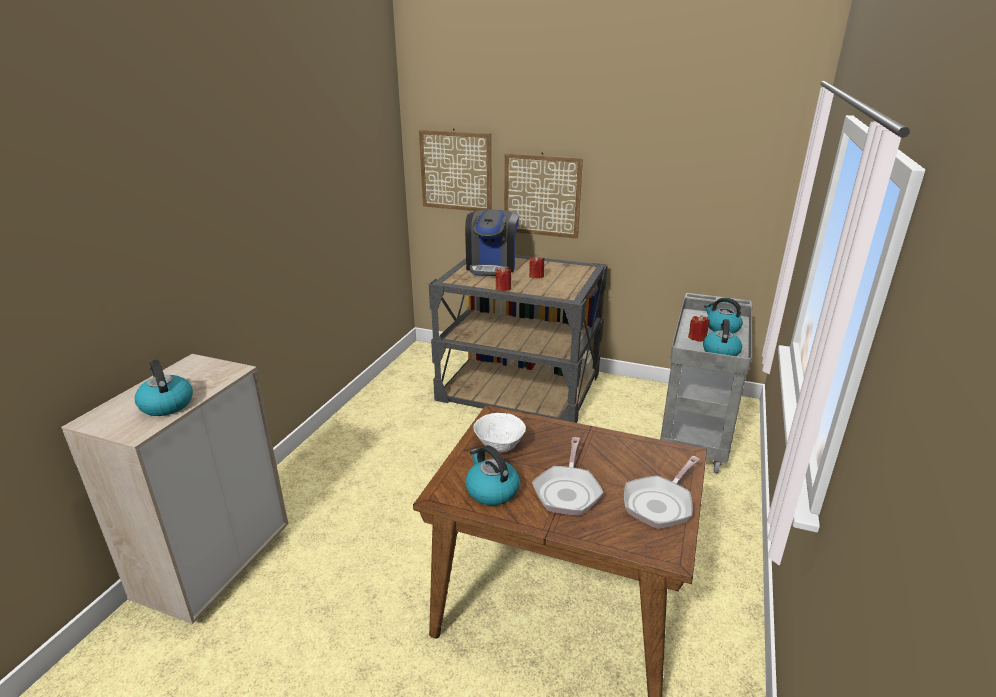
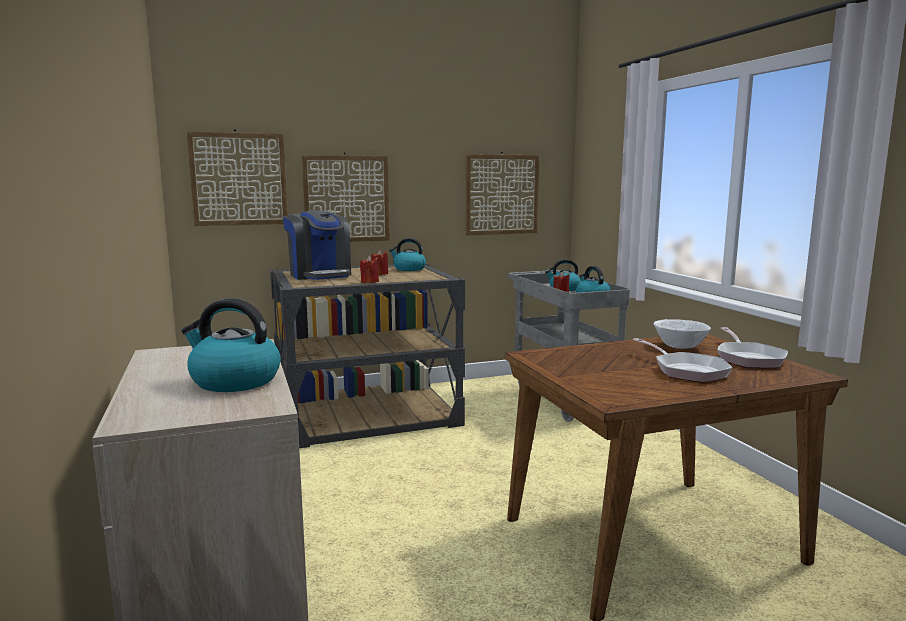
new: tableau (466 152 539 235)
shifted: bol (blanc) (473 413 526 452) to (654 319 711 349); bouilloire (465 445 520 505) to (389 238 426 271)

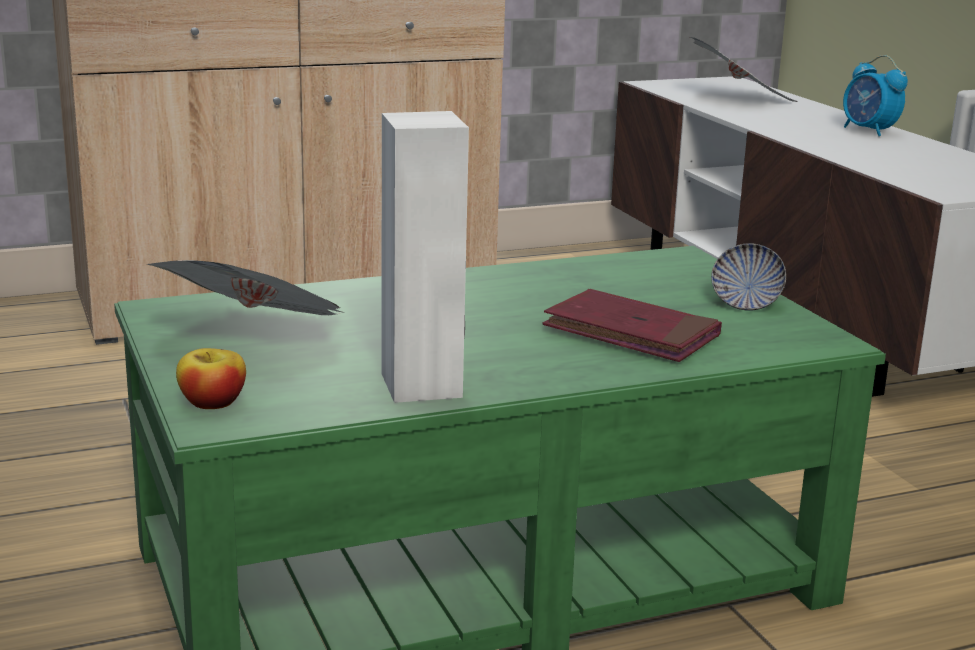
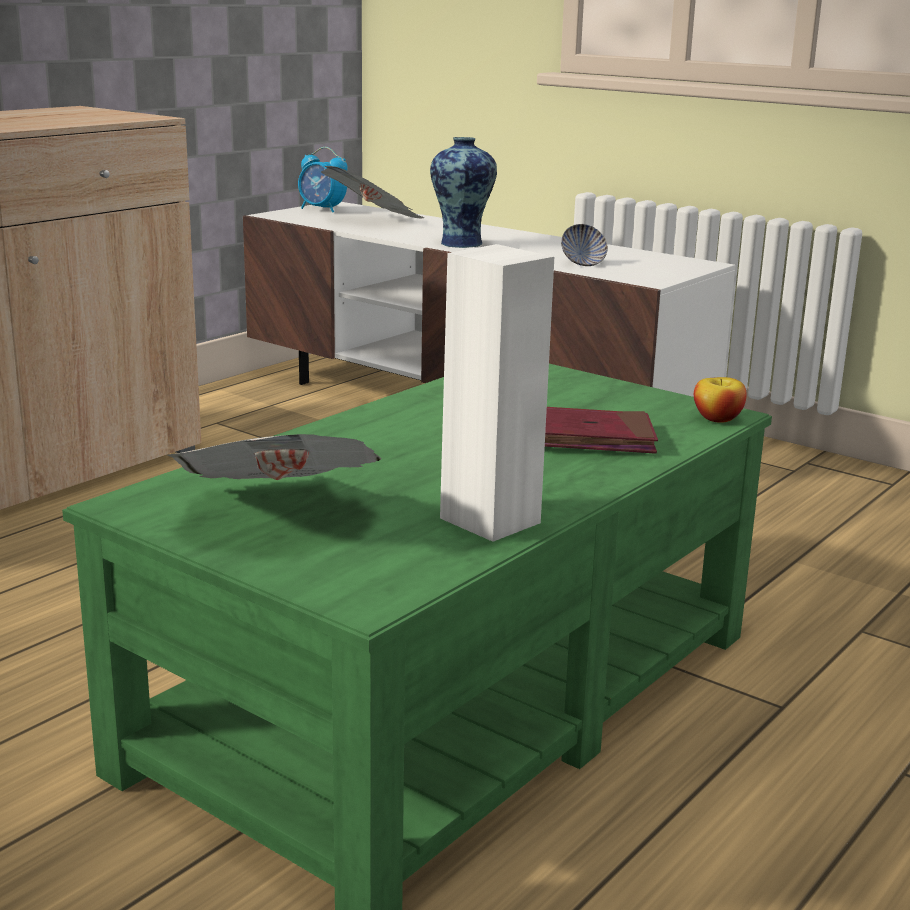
new: vase (430 137 497 248)
shifted: réveil (843 55 908 136) to (298 147 348 212); bol (711 243 786 310) to (561 224 608 266); pomme (176 348 246 409) to (694 377 747 423)

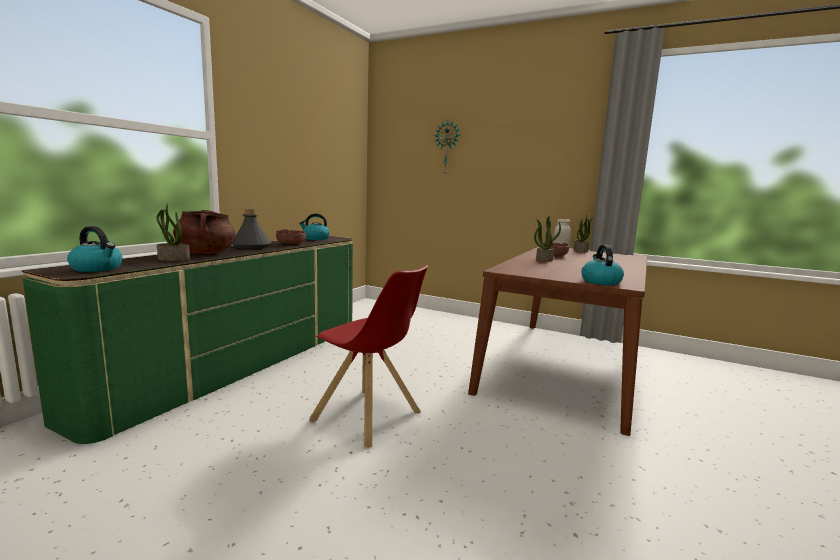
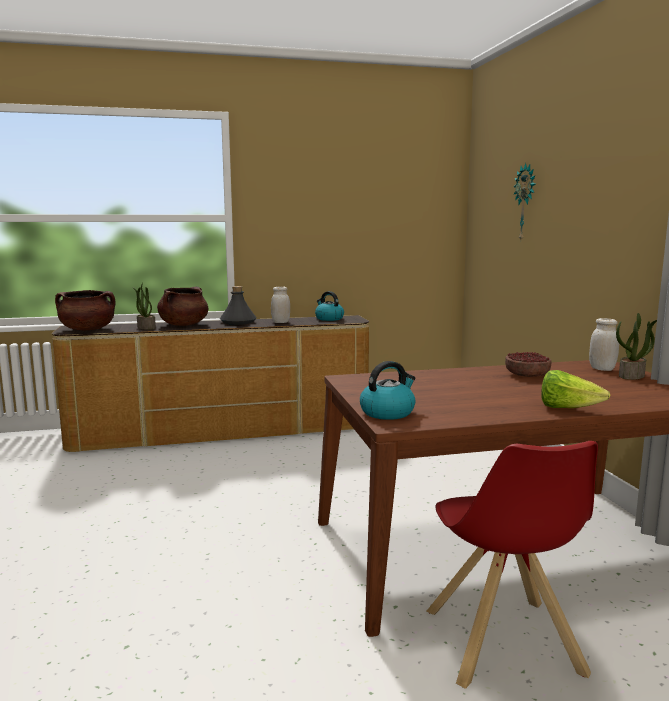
gone: plante en pot (534 216 561 262)
new: laitue (541 370 610 408)
shifted: chaise (rouge) (309 265 428 447) to (426 441 598 689)
swapped: bouilloire (67 226 123 272) to marmite (marron) (55 290 116 330); bol (276 229 306 244) to bocal (blanc) (271 287 290 323)
repainted: meuble de rangement (vert) (22 236 353 444) to meuble de rangement (marron) (52 315 369 452)

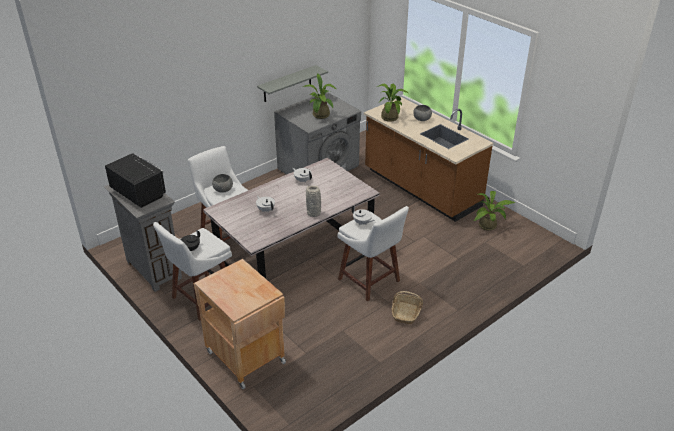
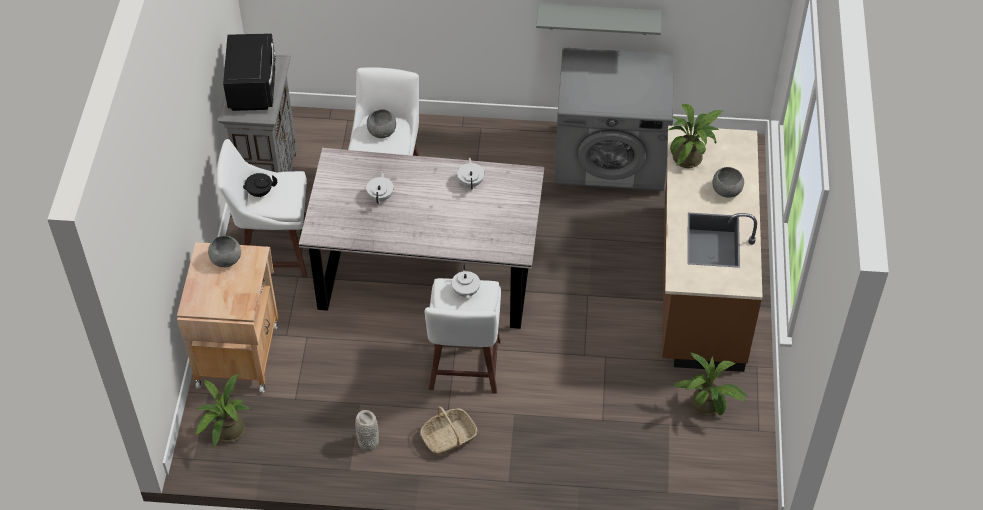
new: bol (gris) (208 236 241 267)
shifted: plante en pot (302 74 337 119) to (195 373 250 447); vase (gris) (306 186 321 217) to (355 410 379 451)

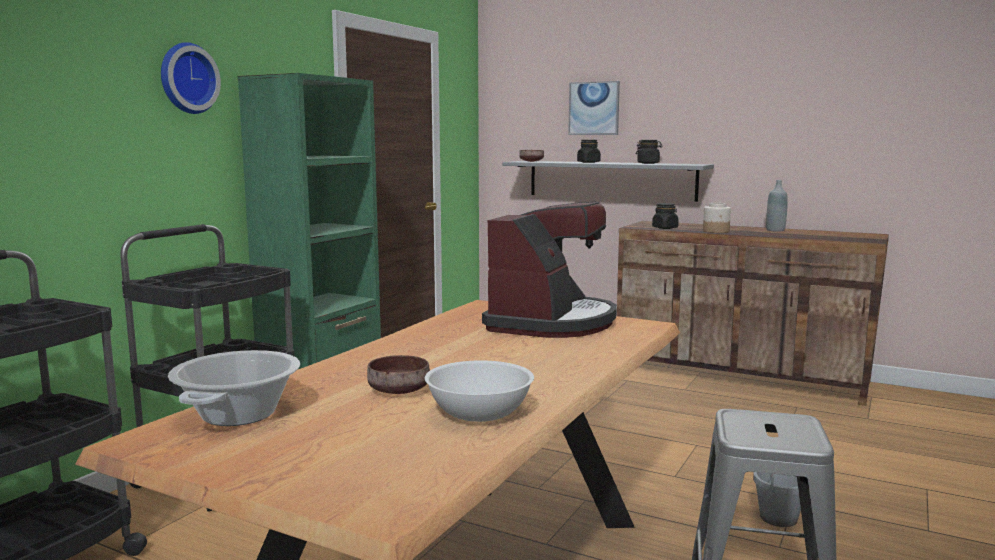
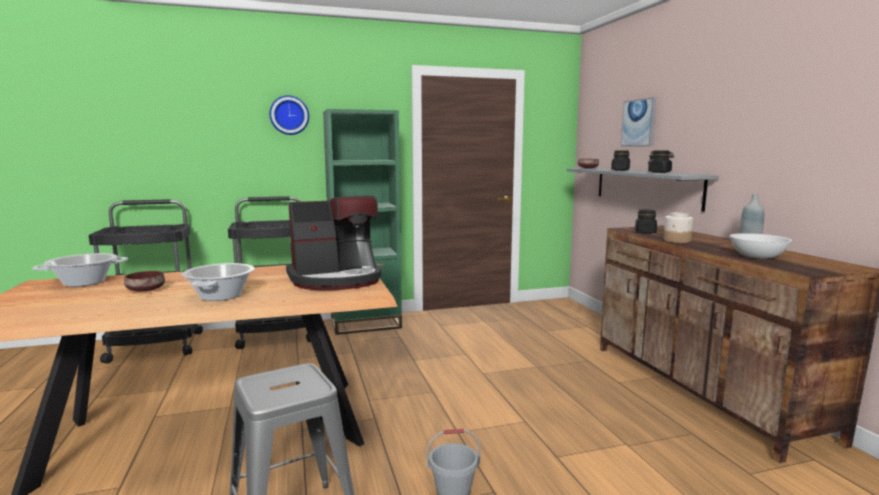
new: marmite (181 263 255 301)
shifted: bol (blanc) (425 360 534 422) to (729 233 792 259)

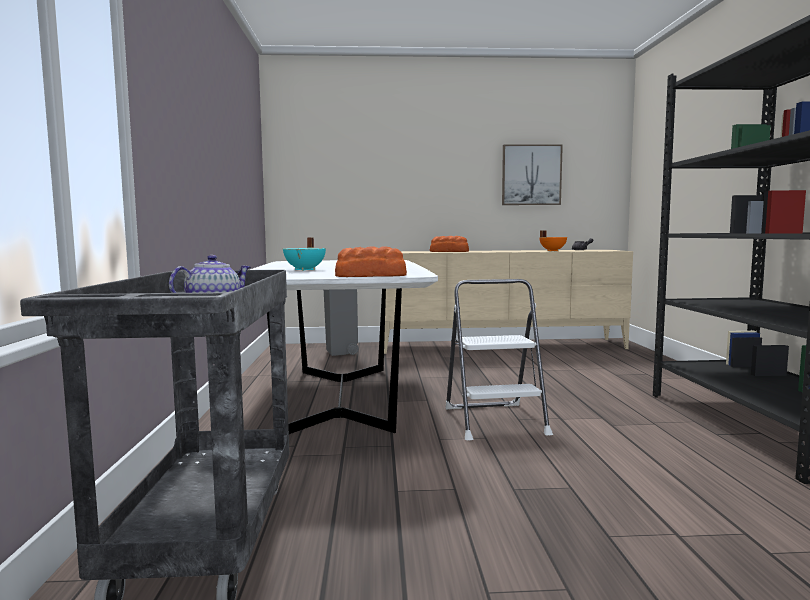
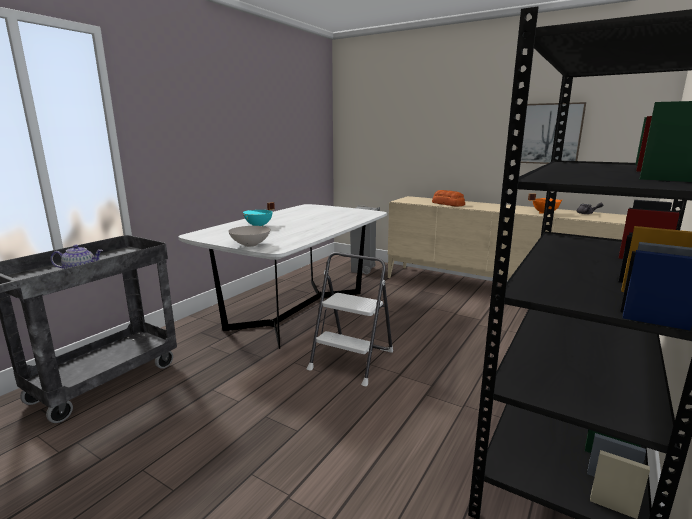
swapped: pain (335 246 407 277) to bol (blanc) (228 226 271 247)

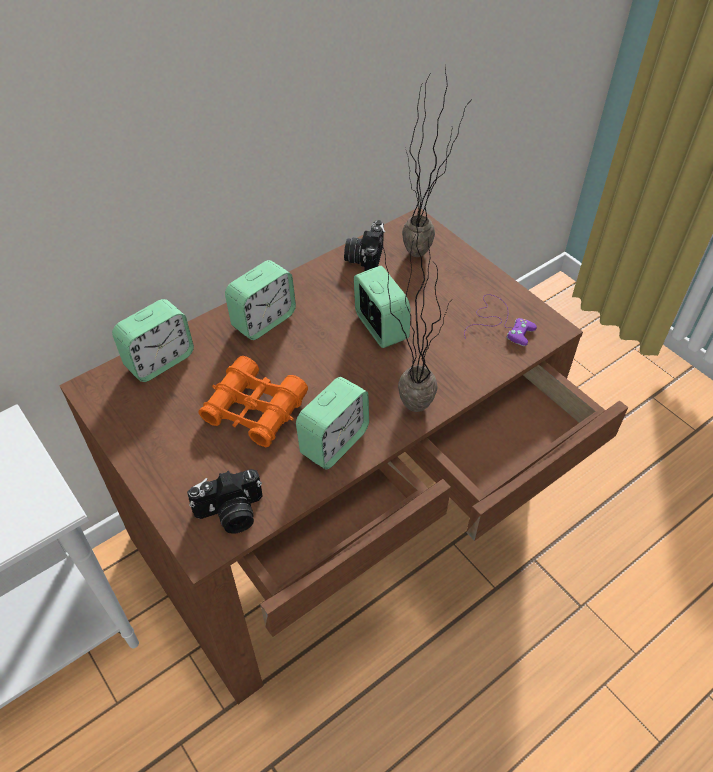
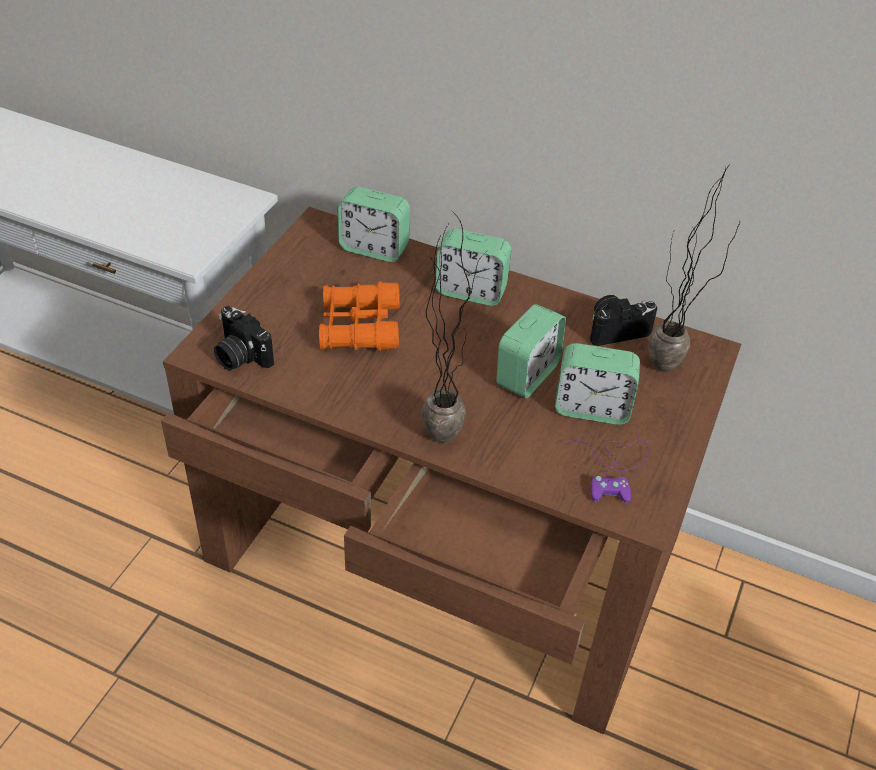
shifted: réveil (296 377 369 470) to (555 343 640 425)

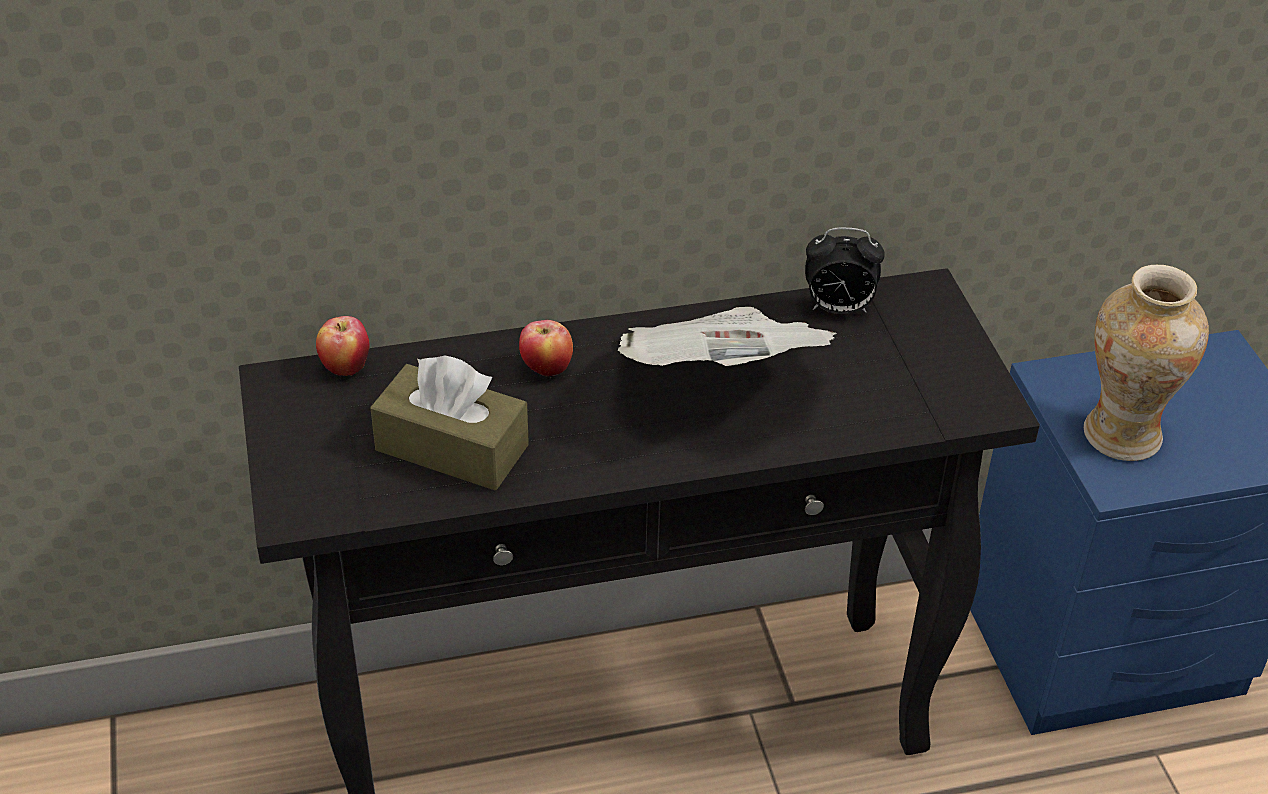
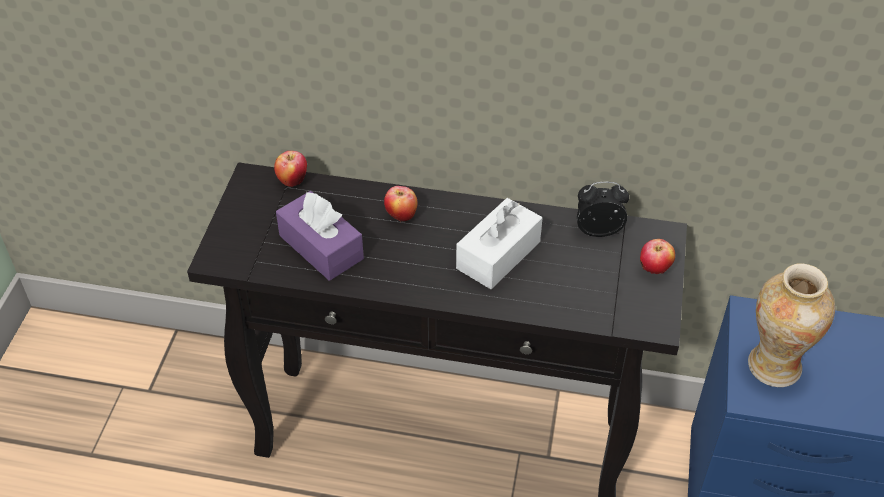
new: pomme (640 239 675 274)
swapped: journal (618 307 836 366) to boîte à mouchoirs (blanc) (456 198 542 289)
repainted: boîte à mouchoirs (marron) (370 355 529 490) to boîte à mouchoirs (violet) (276 191 364 281)
rotated: réveil (805 228 885 314) = (577 182 629 237) 150 degrees clockwise

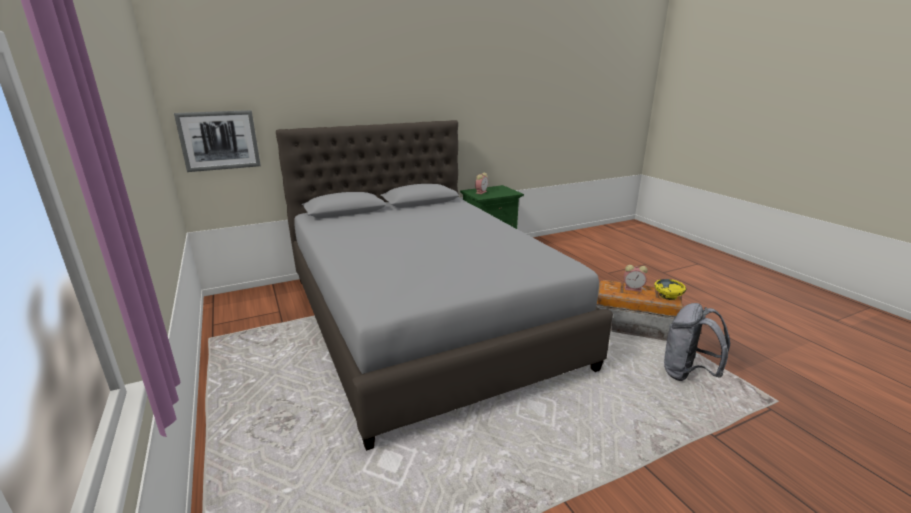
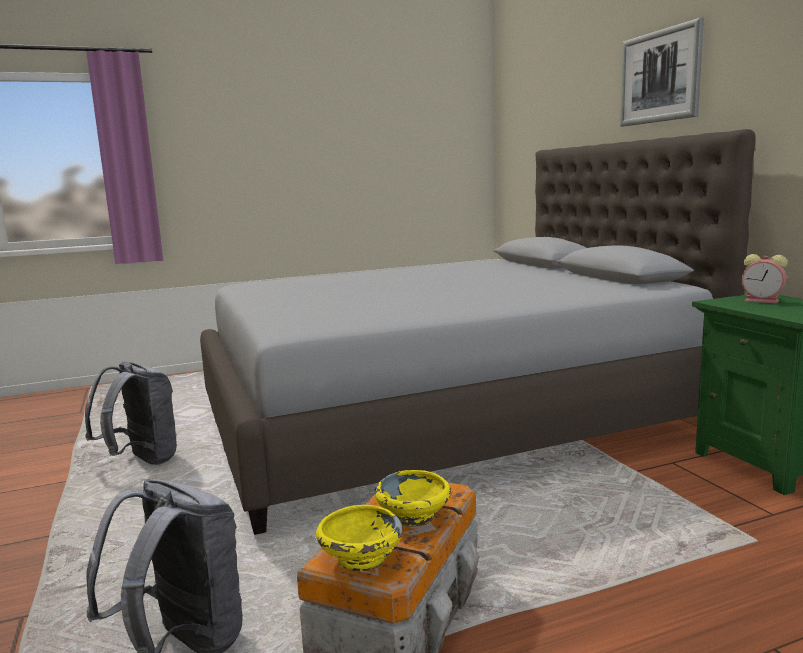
new: sac à dos (gris) (85 361 177 465)
shifted: tableau (174 110 261 172) to (620 18 704 127)
swapped: réveil (624 265 648 292) to bol (jaune) (375 470 451 527)

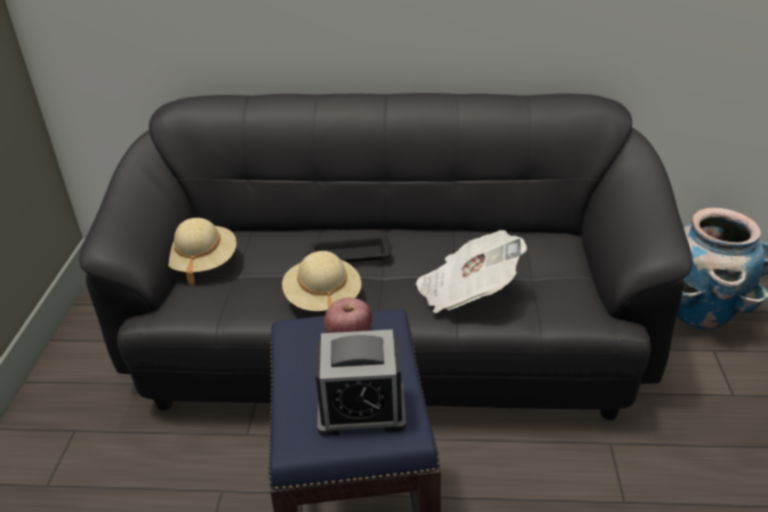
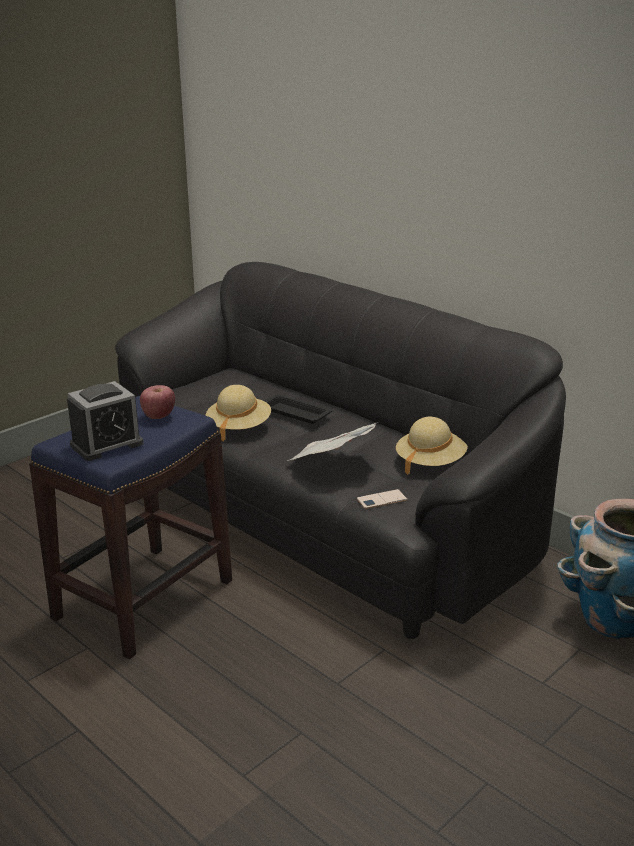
new: téléphone (356 489 408 509)
shifted: chapeau (beige) (168 218 236 286) to (396 417 468 475)
rotated: réveil (315 329 406 436) = (67 381 143 461) 75 degrees counterclockwise

